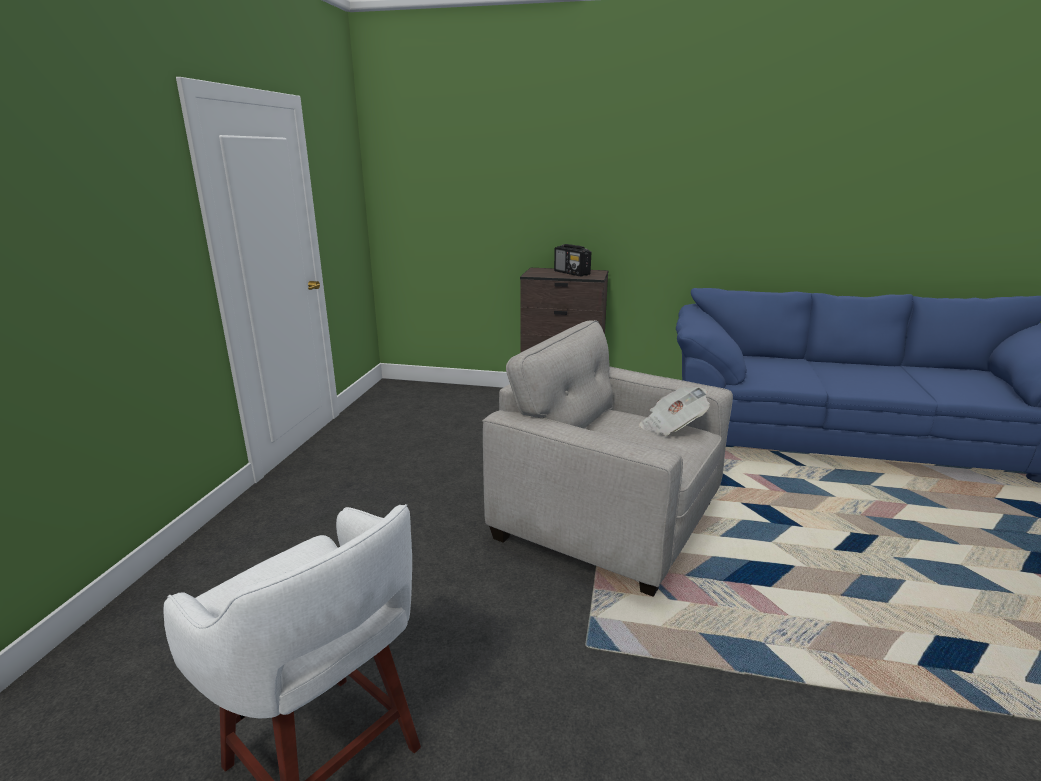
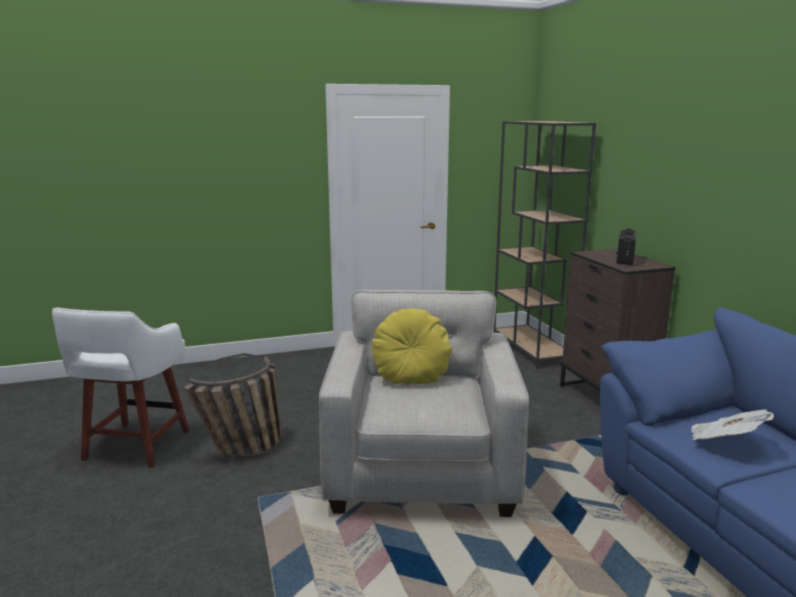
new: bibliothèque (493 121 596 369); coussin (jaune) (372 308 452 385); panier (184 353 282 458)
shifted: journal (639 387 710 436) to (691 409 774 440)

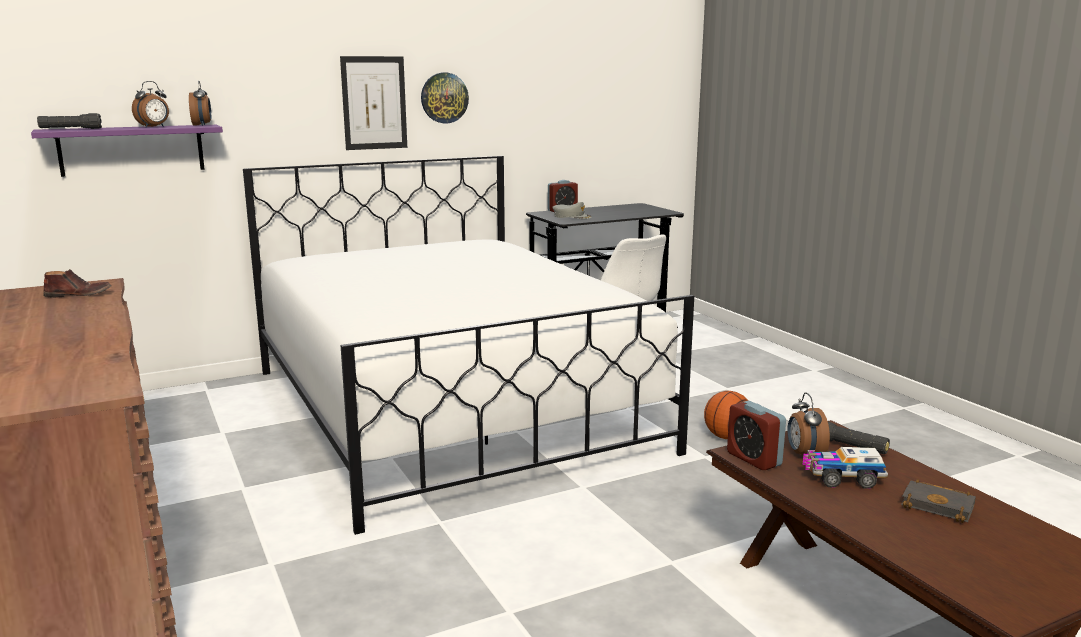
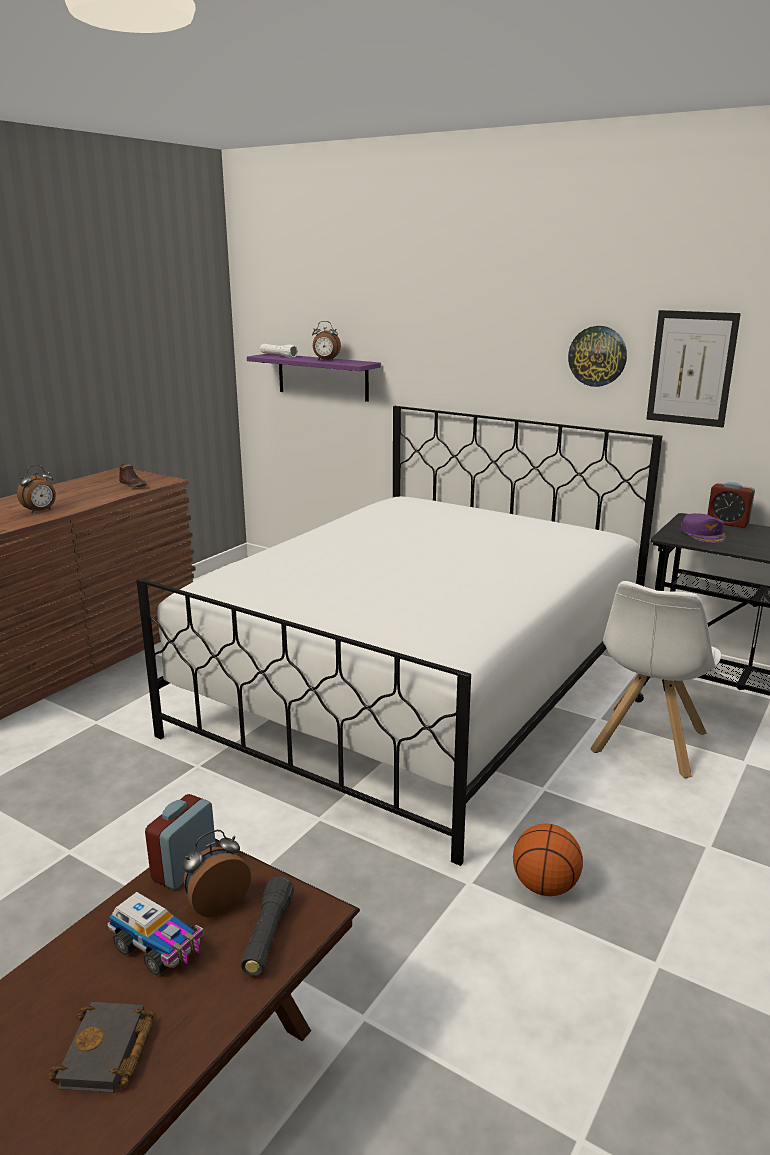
shifted: tableau (340 56 407 150) to (646 310 741 427); réveil (189 81 211 126) to (17 465 56 514)
repainted: lampe de poche (noir) (37 113 102 129) to lampe de poche (blanc) (260 344 298 358); casquette (gris) (552 202 592 219) to casquette (violet) (680 513 726 543)
rotated: camion jouet (803 447 888 489) = (107 892 204 976) 150 degrees clockwise

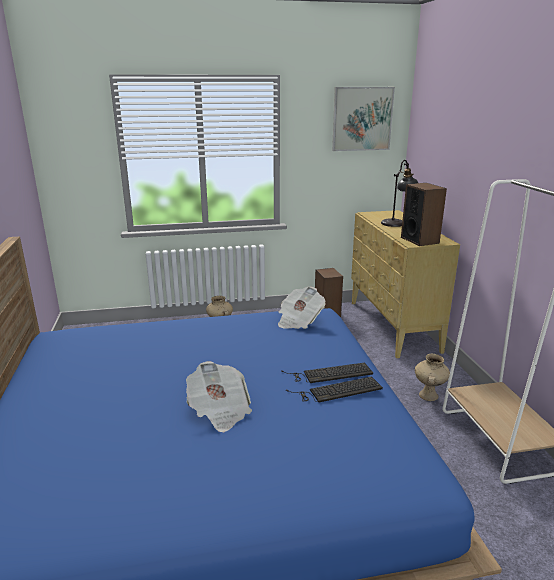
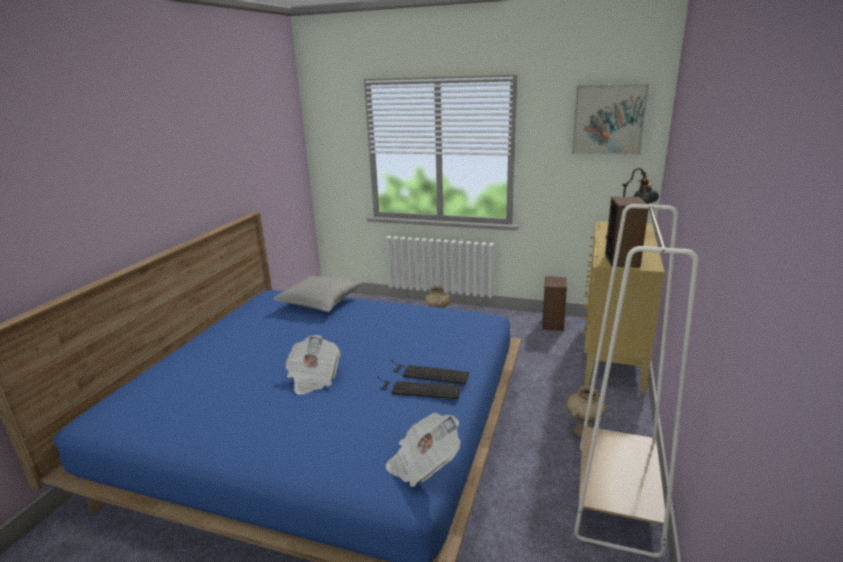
new: coussin (gris) (273 276 361 312)
shifted: journal (278 287 325 329) to (386 413 461 487)

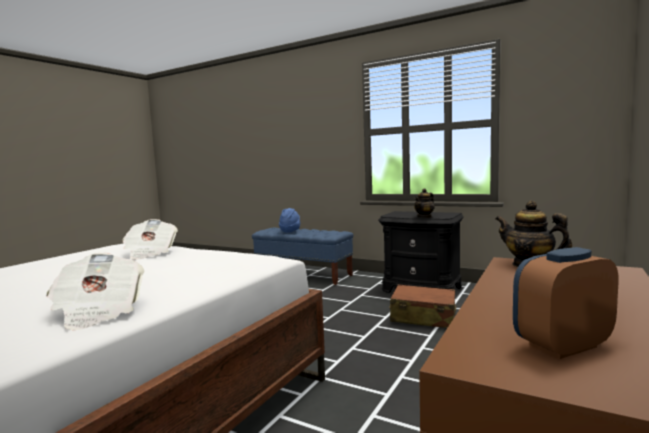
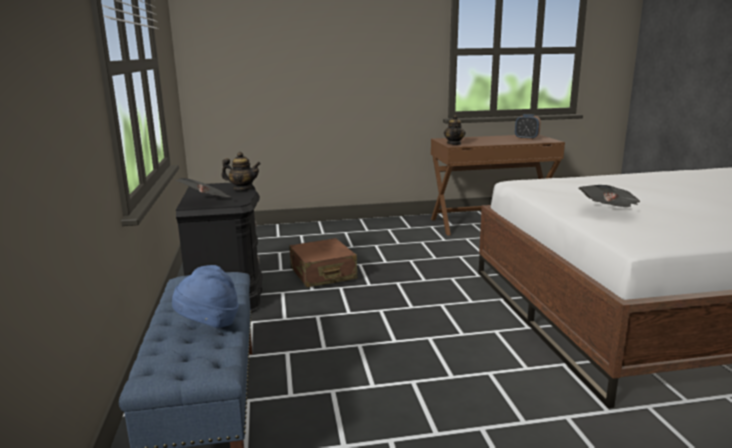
shifted: journal (46 253 145 331) to (175 178 232 197)

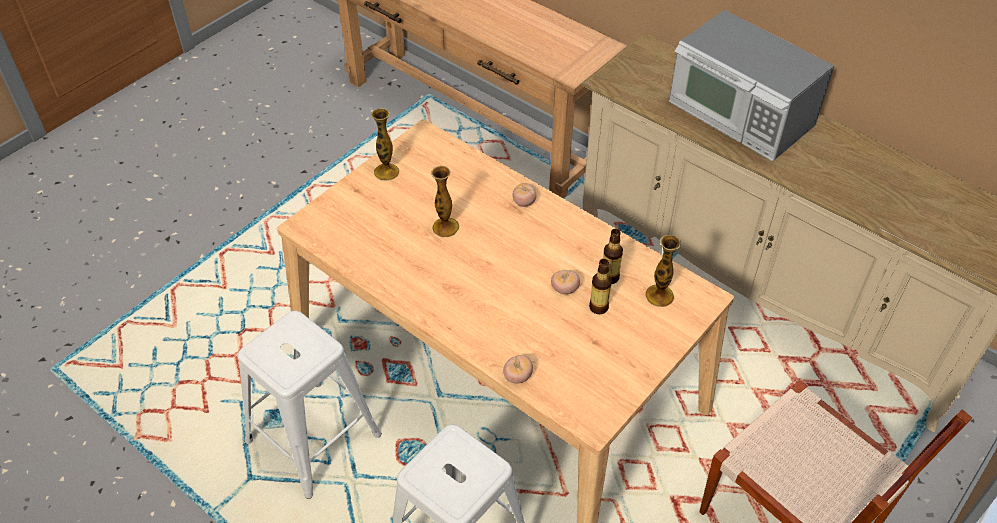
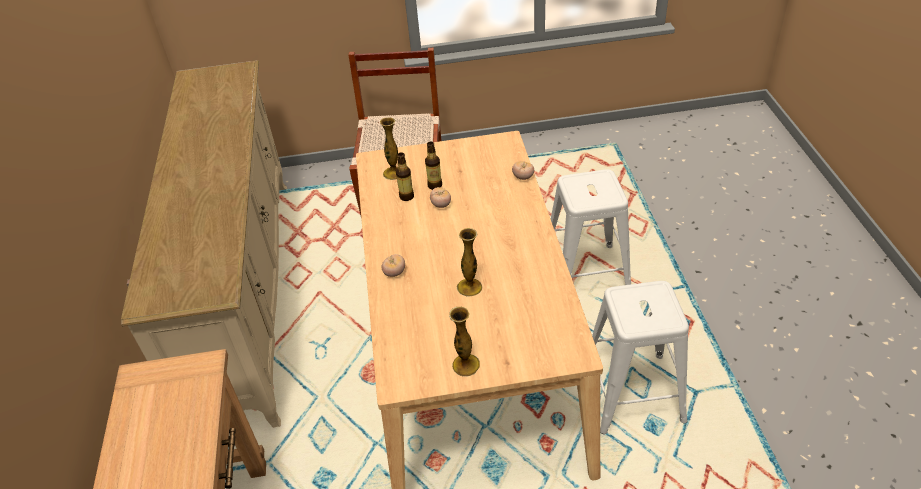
gone: micro-ondes (669 10 835 161)

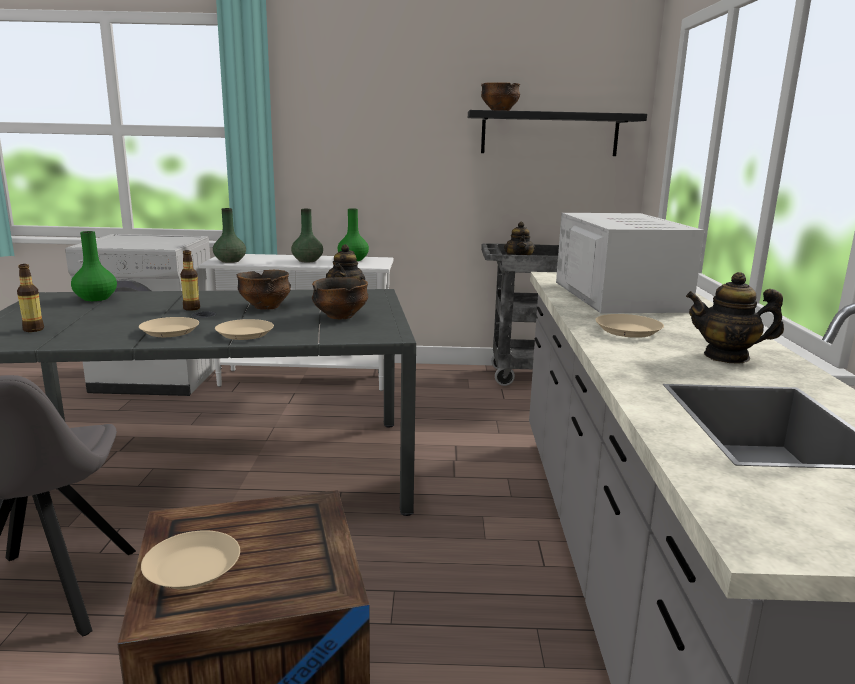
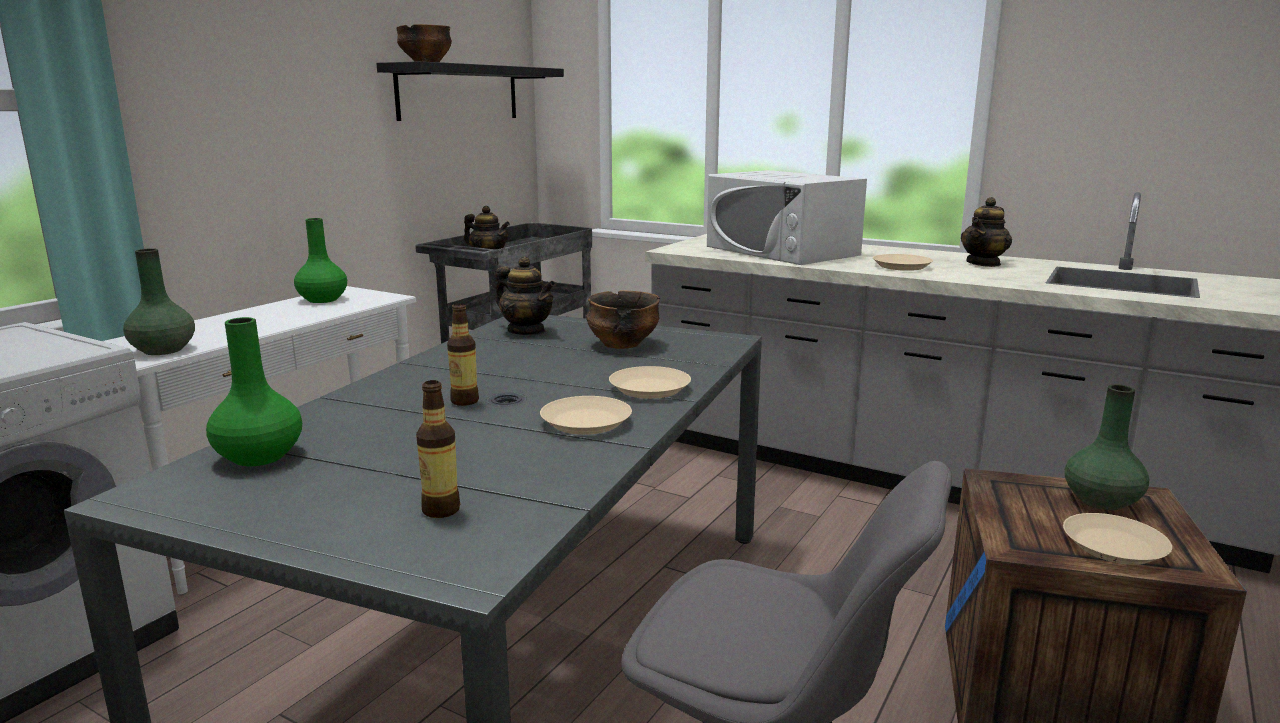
gone: bol (237 270 291 310)
shifted: vase (vert) (291 209 323 262) to (1065 384 1150 510)
rotated: micro-ondes (blanc) (556 213 705 314) = (707 170 867 265) 150 degrees counterclockwise

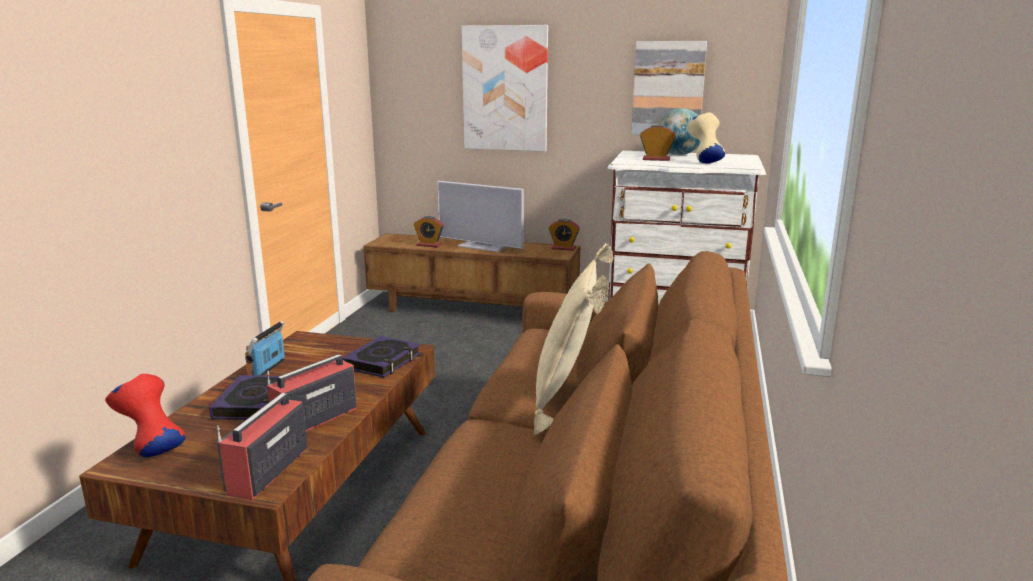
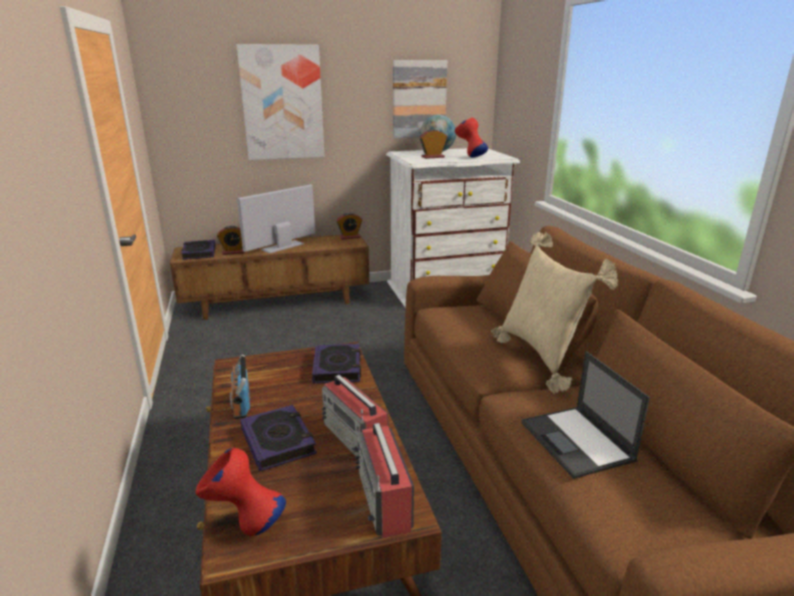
new: livre (181 240 215 260); ordinateur portable (522 351 650 479)
repainted: vase (beige) (687 112 725 164) to vase (rouge) (455 118 488 158)
rotated: téléviseur (437 181 524 252) = (237 184 315 253) 135 degrees clockwise; radio (267 354 357 431) = (322 375 388 456) 45 degrees counterclockwise

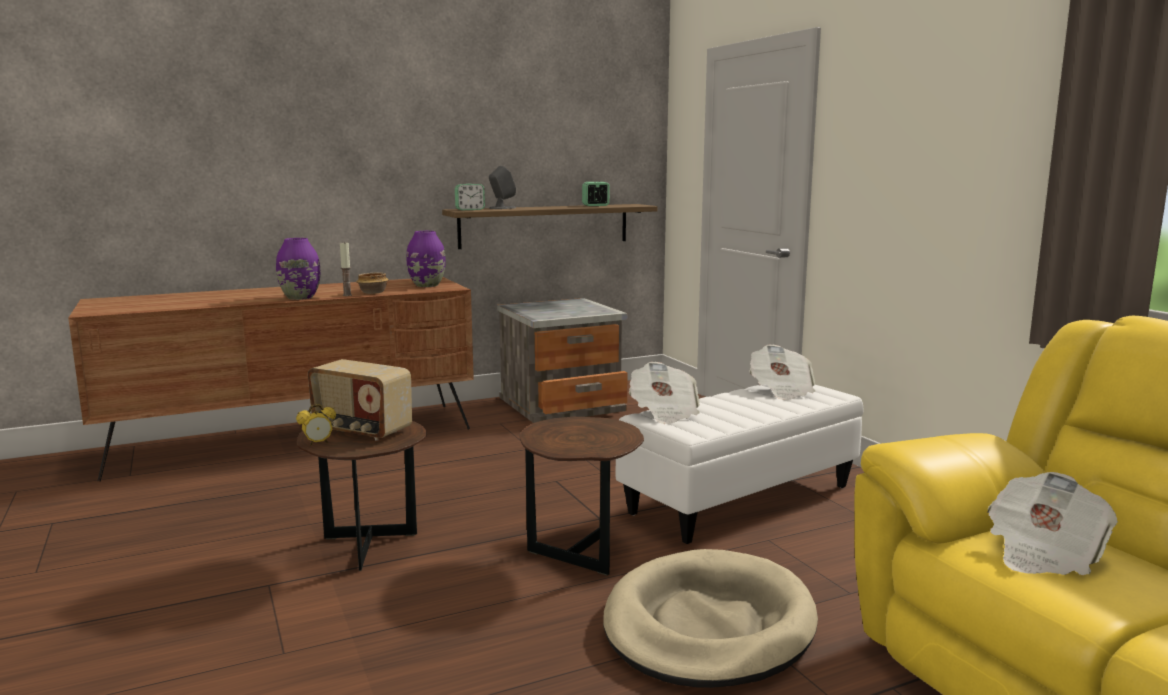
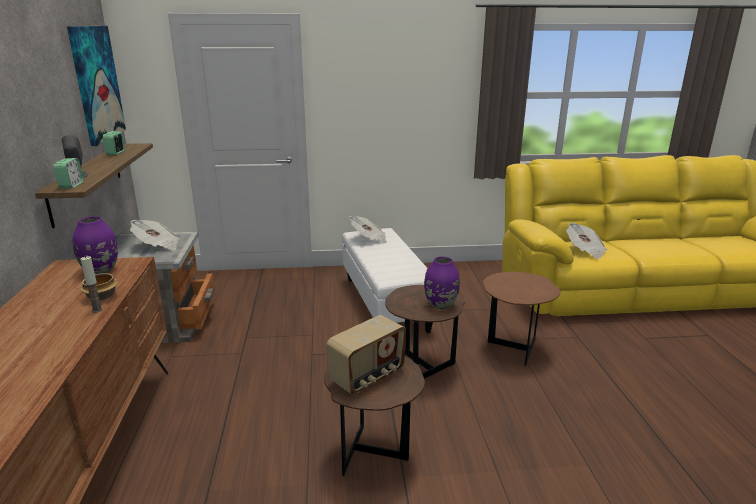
gone: réveil (296 404 336 446)
new: tableau (67 26 126 146)
shifted: vase (violet) (276 238 321 300) to (424 257 460 310); journal (629 362 700 424) to (130 220 179 250)
swapped: panier pour chien (beige) (603 549 818 688) to table d'appoint (marron) (483 272 560 366)

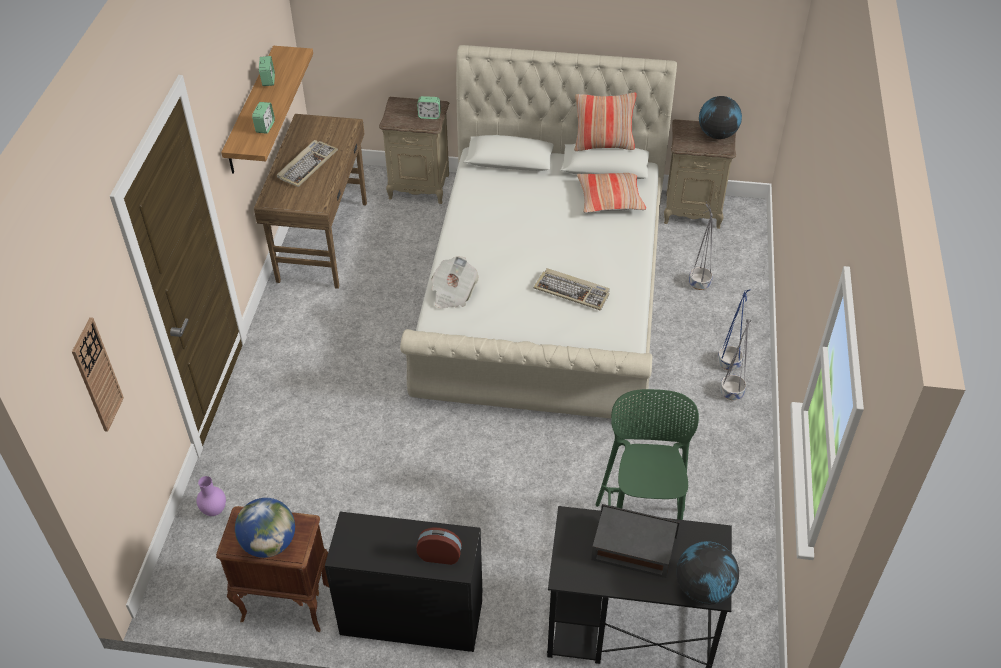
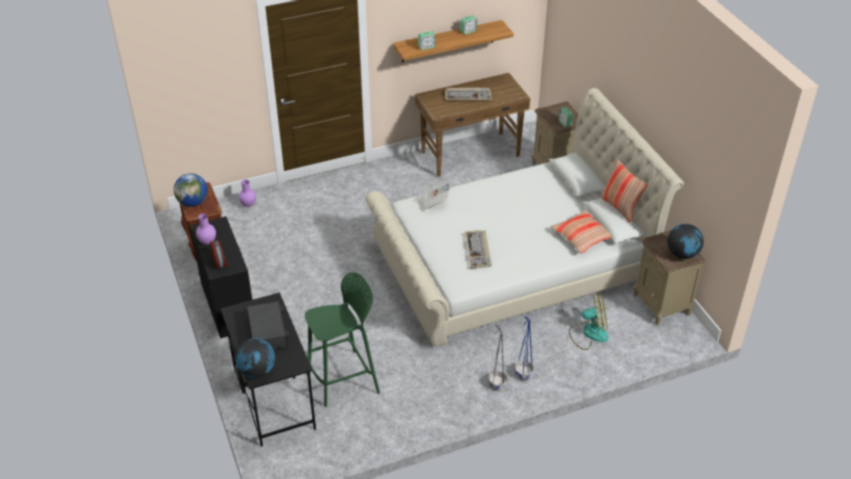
gone: horloge murale (72 317 124 432)
new: vase (violet) (196 213 216 245)
swapped: cache-pot (gris) (689 201 713 290) to ventilateur (569 293 609 350)

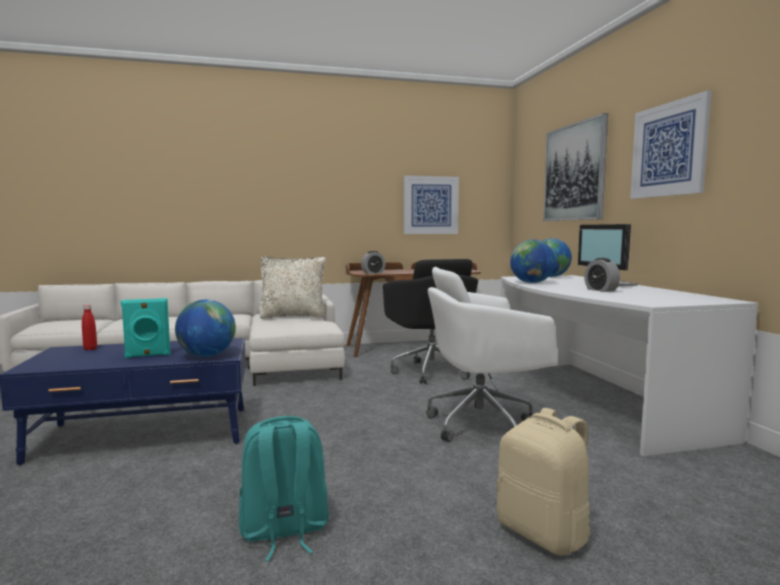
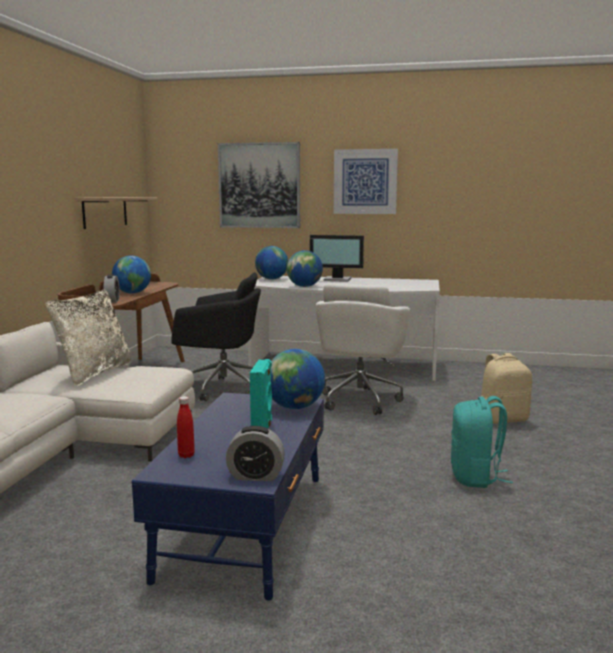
new: globe (112 256 151 294)
shifted: réveil (584 258 620 292) to (226 426 285 481)
swapped: tableau (403 175 459 234) to étagère (75 197 158 229)

